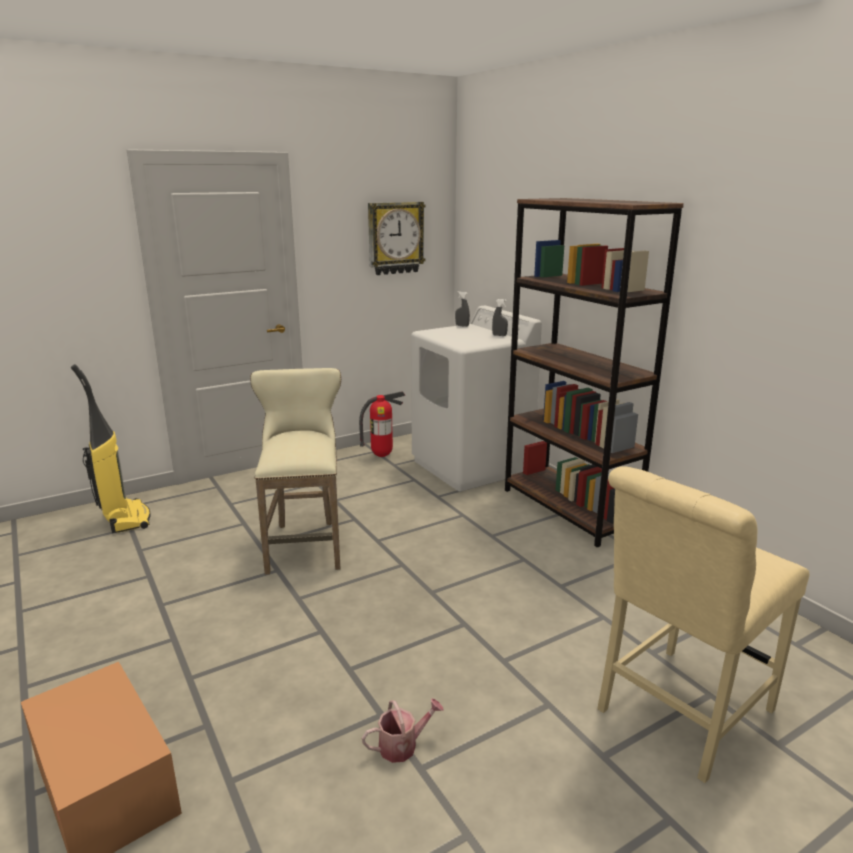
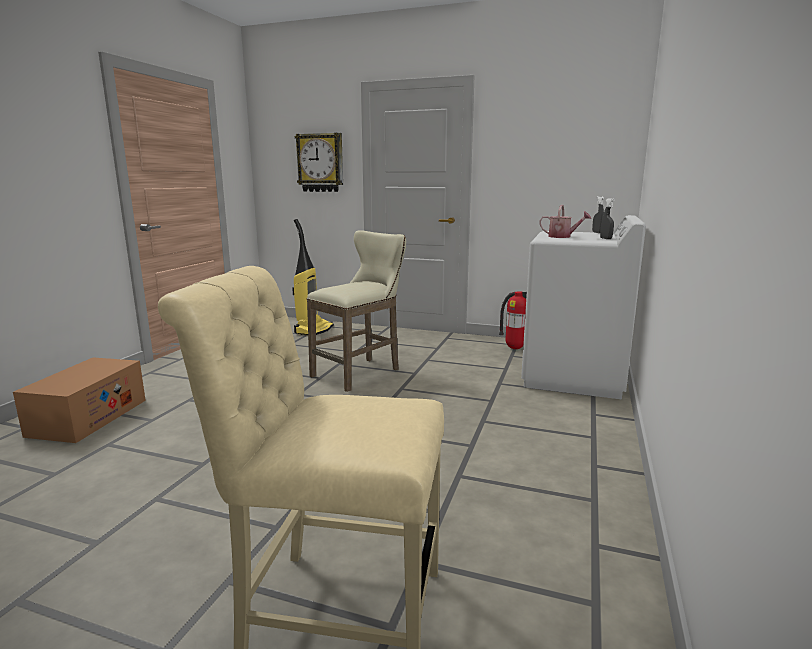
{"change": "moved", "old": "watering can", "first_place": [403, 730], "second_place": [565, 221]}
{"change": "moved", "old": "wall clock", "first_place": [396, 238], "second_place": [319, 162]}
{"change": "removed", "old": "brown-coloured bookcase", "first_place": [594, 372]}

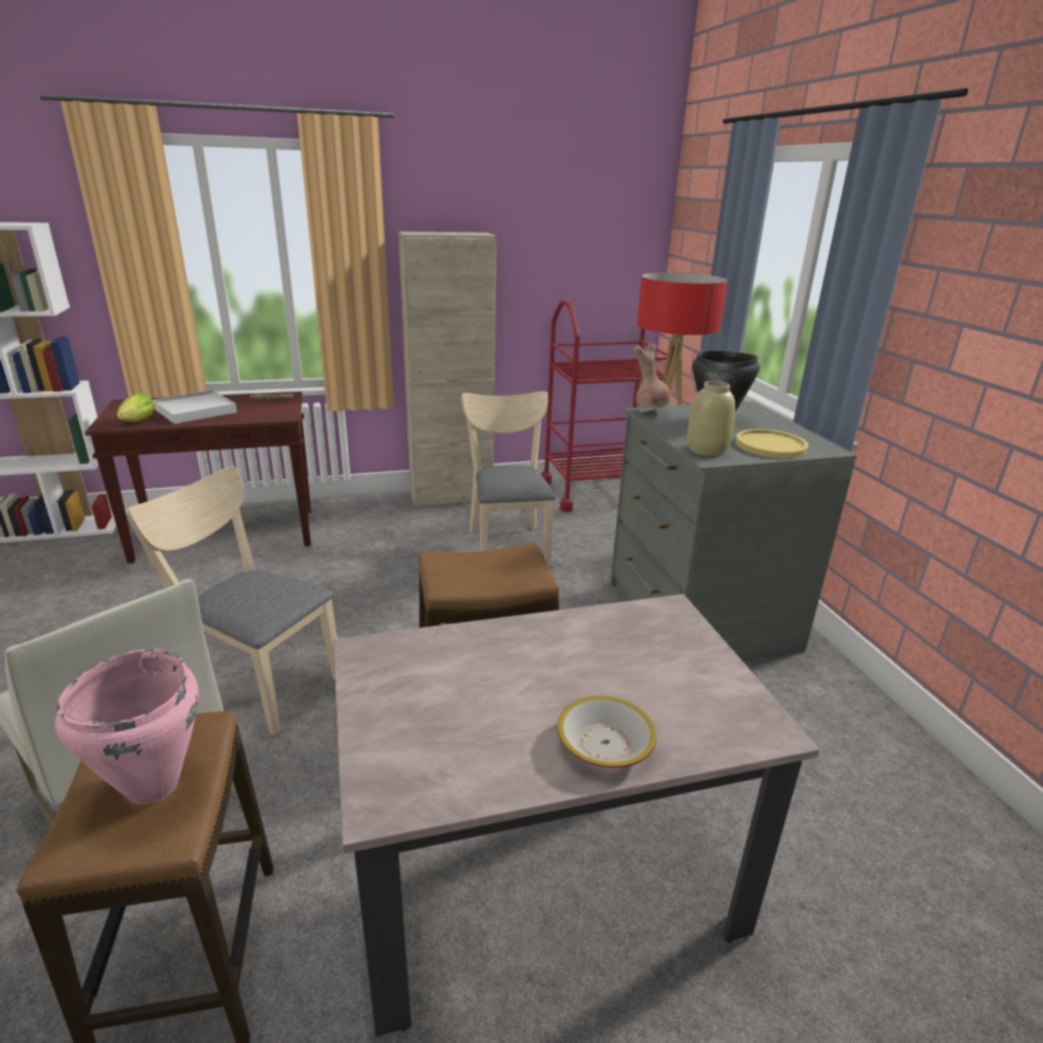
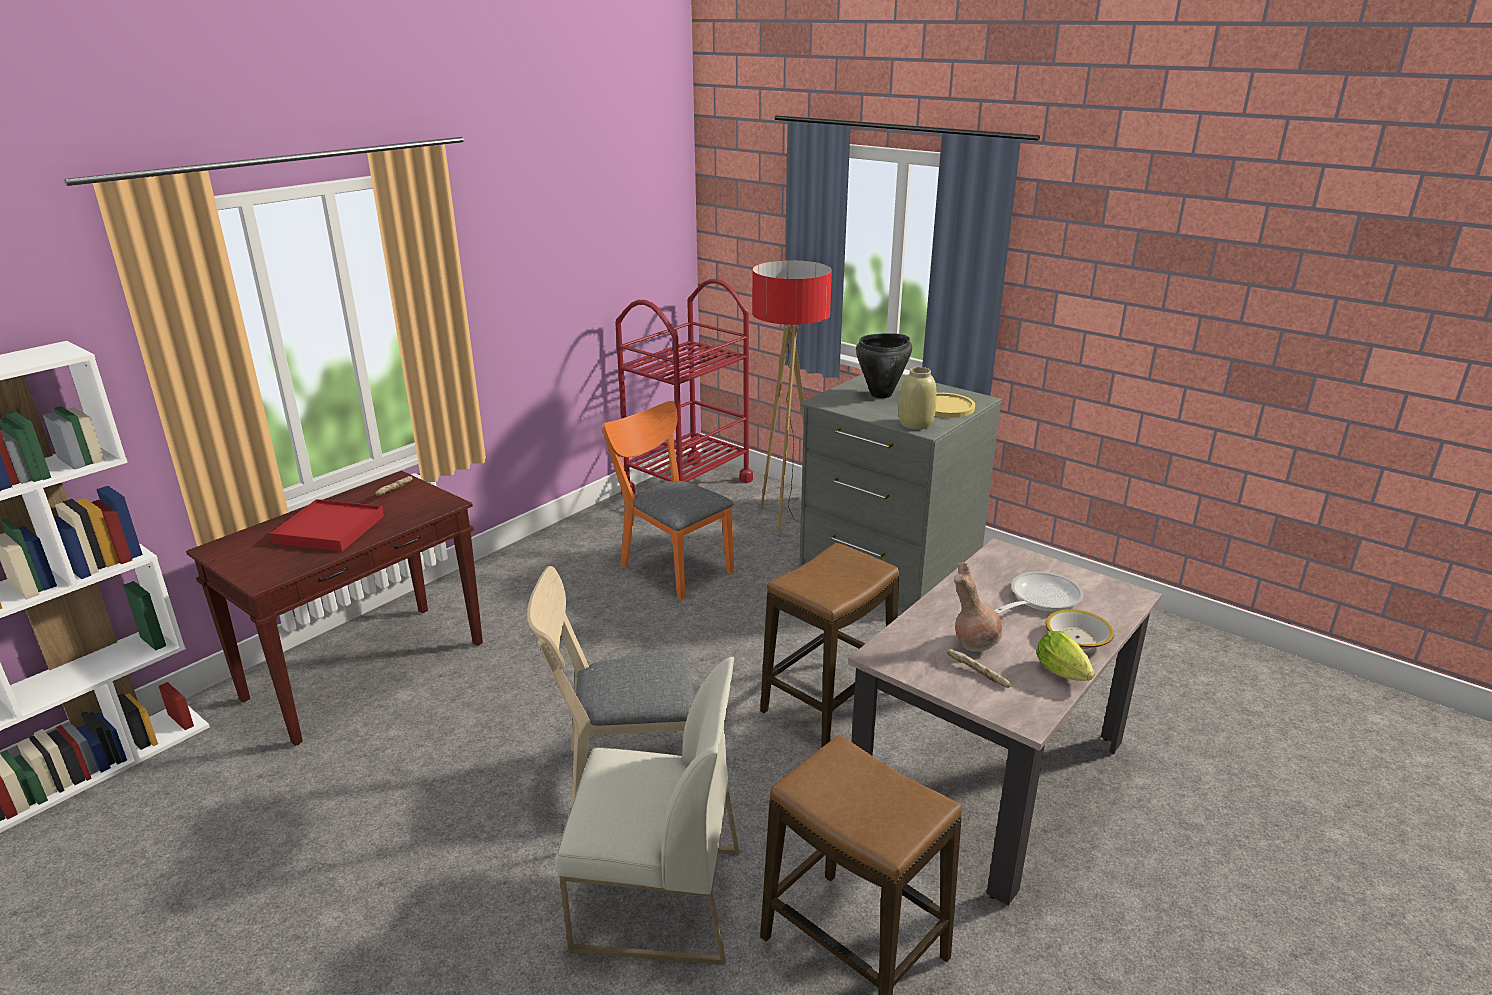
{"change": "removed", "old": "pinkish cooking pot", "first_place": [127, 726]}
{"change": "moved", "old": "head of lettuce", "first_place": [136, 407], "second_place": [1065, 656]}
{"change": "recoloured", "old": "white carrying tray", "new": "red-coloured carrying tray", "first_place": [195, 407], "second_place": [327, 525]}
{"change": "removed", "old": "sand-coloured cabinet", "first_place": [447, 369]}
{"change": "recoloured", "old": "sand-coloured plain chair", "new": "orangey plain chair", "first_place": [508, 479], "second_place": [668, 500]}
{"change": "moved", "old": "brown-coloured flower vase", "first_place": [653, 377], "second_place": [978, 607]}
{"change": "added", "new": "bread", "second_place": [979, 668]}
{"change": "added", "new": "pan", "second_place": [1039, 592]}

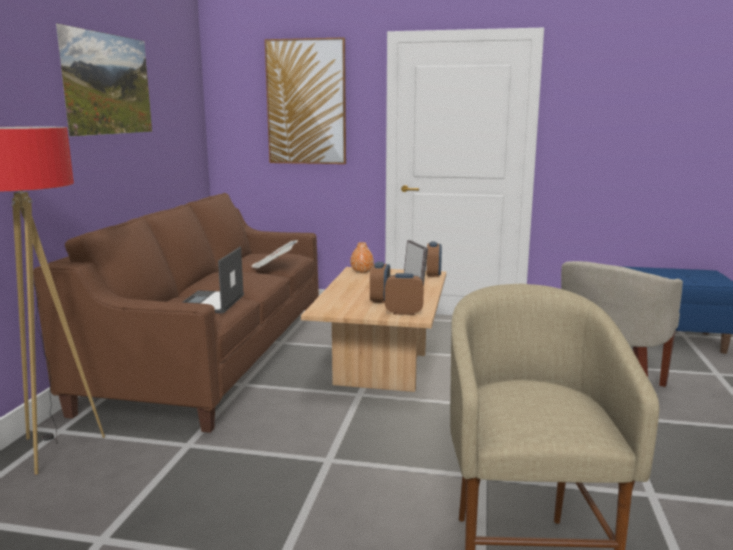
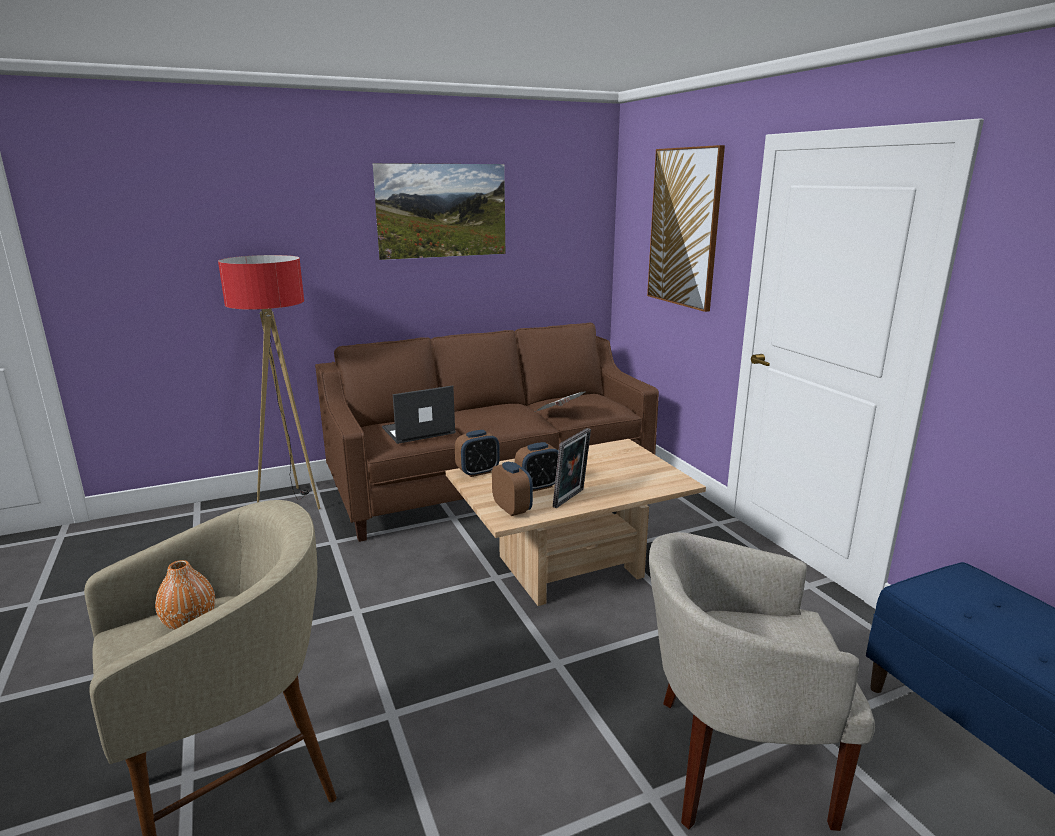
{"change": "moved", "old": "orangey flower vase", "first_place": [362, 257], "second_place": [185, 595]}
{"change": "moved", "old": "alarm clock", "first_place": [434, 259], "second_place": [477, 453]}

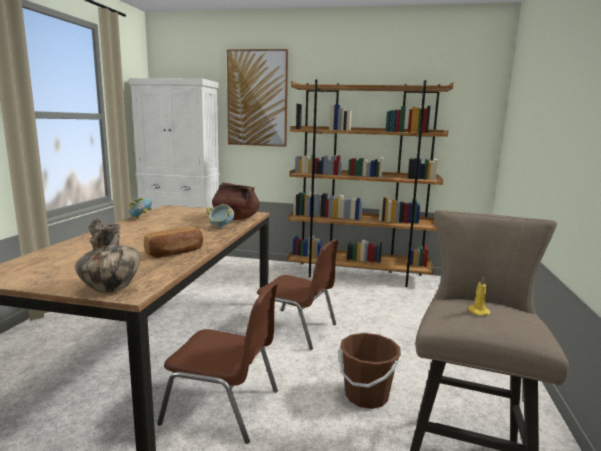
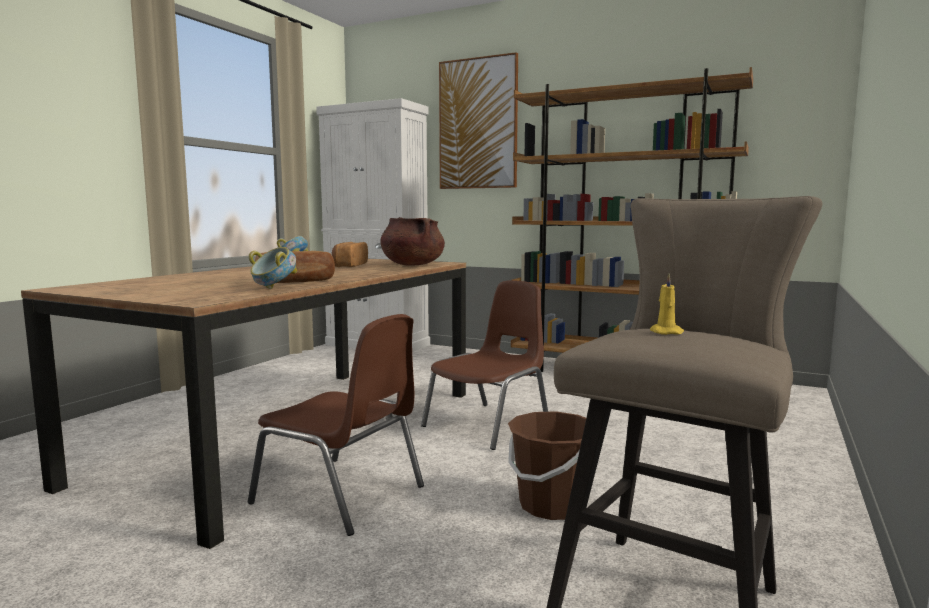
{"change": "removed", "old": "flower vase", "first_place": [107, 256]}
{"change": "moved", "old": "serving bowl", "first_place": [220, 216], "second_place": [272, 268]}
{"change": "turned", "old": "brown-coloured plain chair", "first_place": [298, 294], "second_place": [484, 365], "degrees": -90}
{"change": "added", "new": "bread", "second_place": [350, 254]}

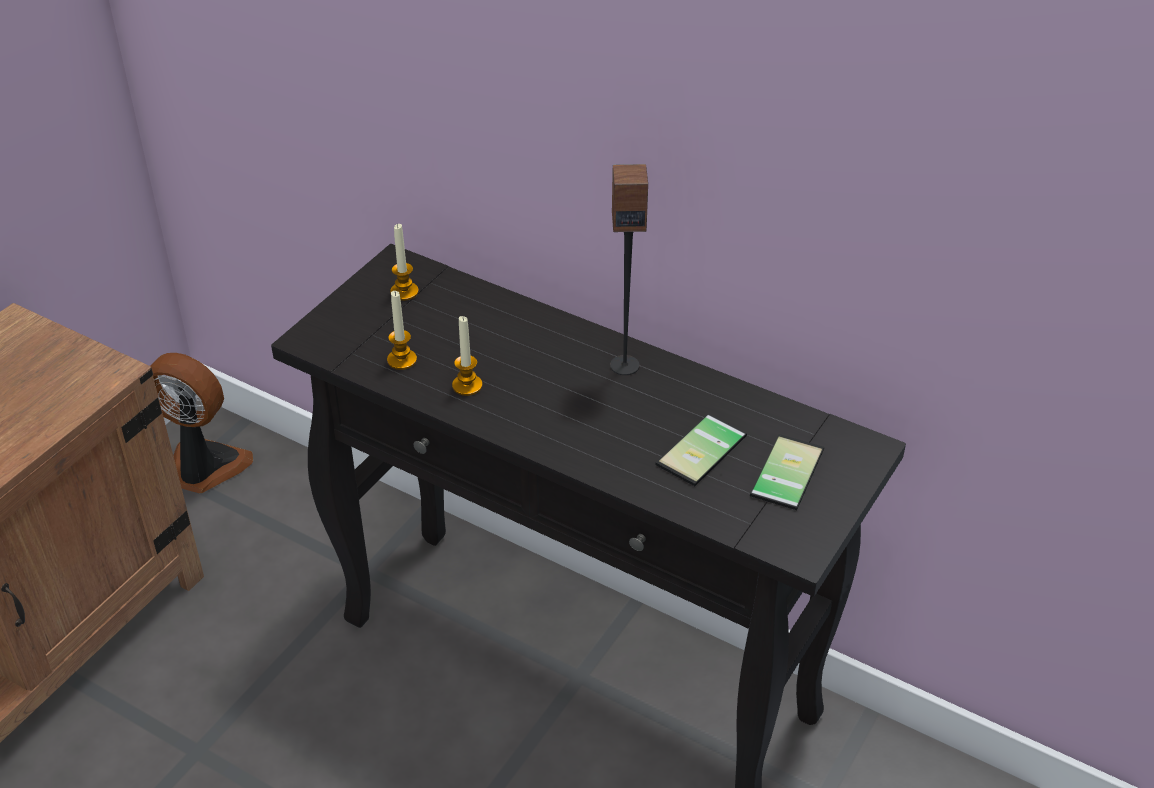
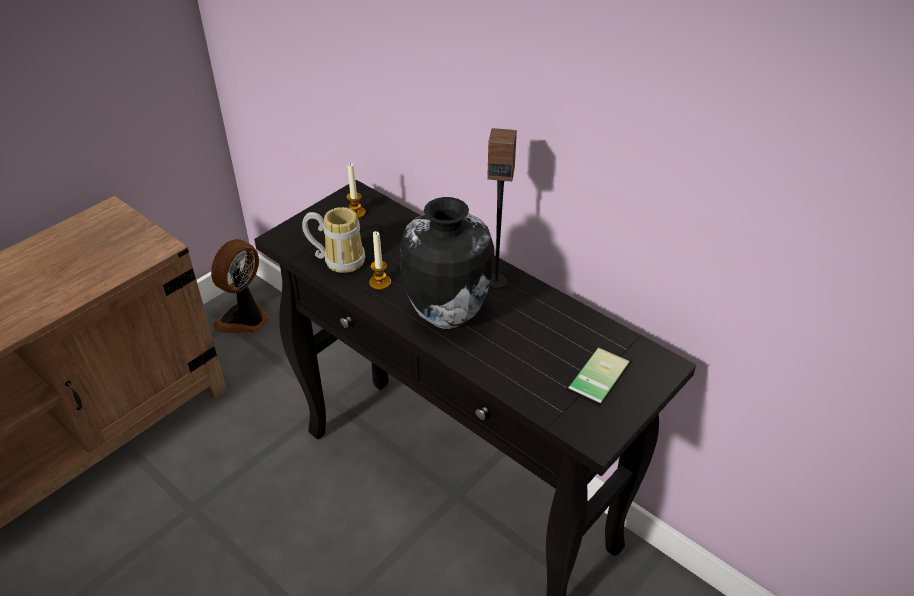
{"change": "turned", "old": "fan", "first_place": [201, 423], "second_place": [240, 286], "degrees": -90}
{"change": "replaced", "old": "wax light", "new": "coffee mug", "first_place": [402, 330], "second_place": [333, 240]}
{"change": "removed", "old": "telephone", "first_place": [701, 450]}
{"change": "added", "new": "flower vase", "second_place": [447, 263]}

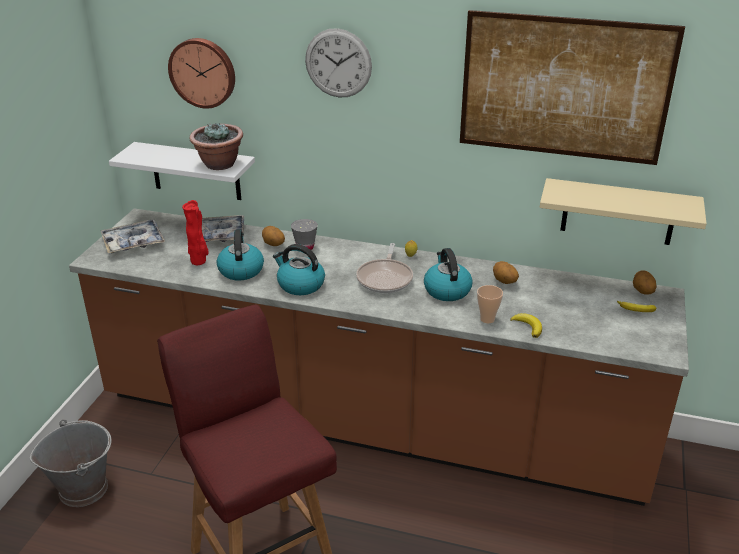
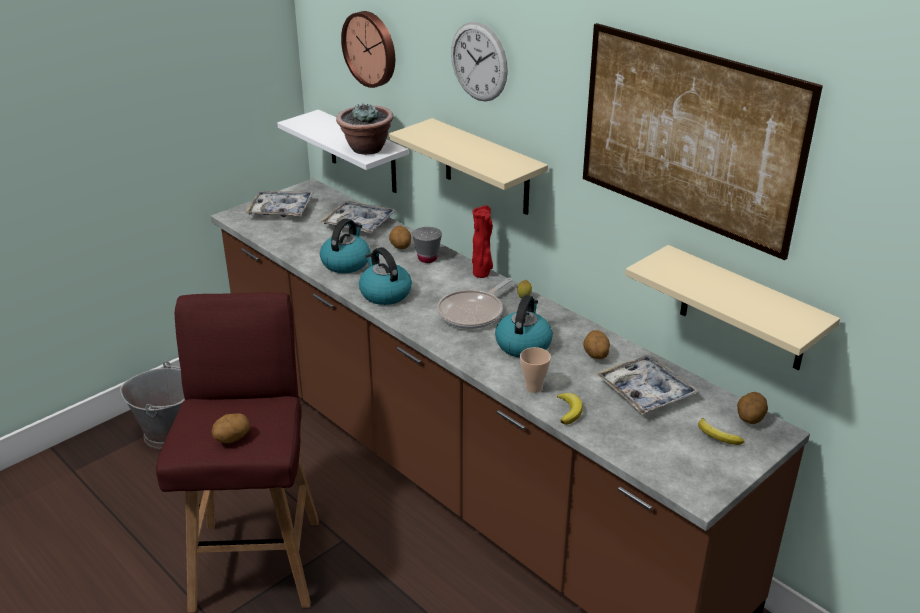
{"change": "moved", "old": "red-coloured flower vase", "first_place": [195, 232], "second_place": [482, 242]}
{"change": "added", "new": "whole potato", "second_place": [231, 428]}
{"change": "added", "new": "sand-coloured wall shelf", "second_place": [468, 166]}
{"change": "added", "new": "carrying tray", "second_place": [647, 385]}

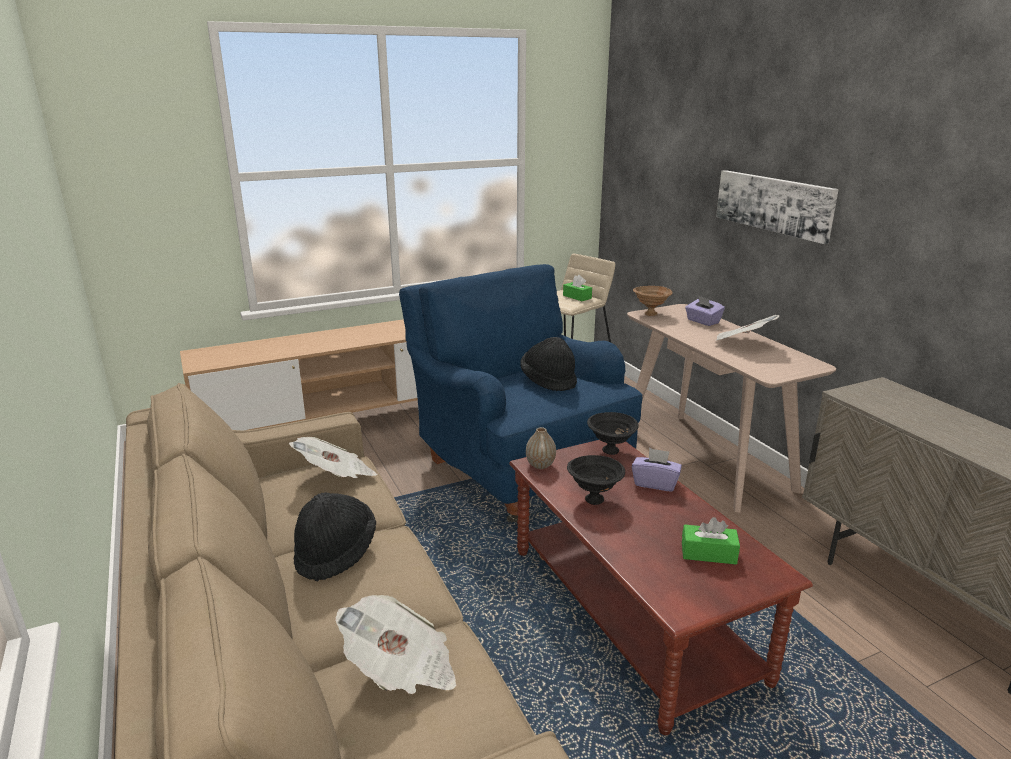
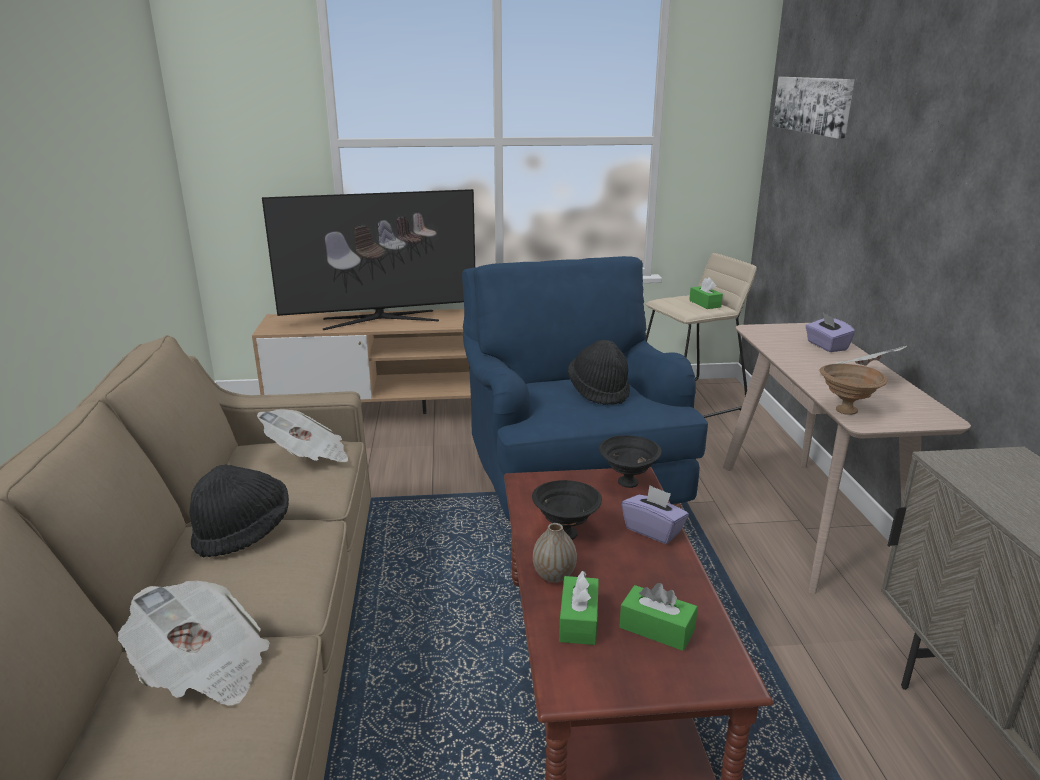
{"change": "moved", "old": "flower vase", "first_place": [541, 448], "second_place": [555, 553]}
{"change": "moved", "old": "brown-coloured serving bowl", "first_place": [653, 301], "second_place": [854, 389]}
{"change": "moved", "old": "wall picture", "first_place": [777, 207], "second_place": [813, 108]}
{"change": "added", "new": "TV", "second_place": [368, 259]}
{"change": "added", "new": "greenish tissue holder", "second_place": [579, 608]}

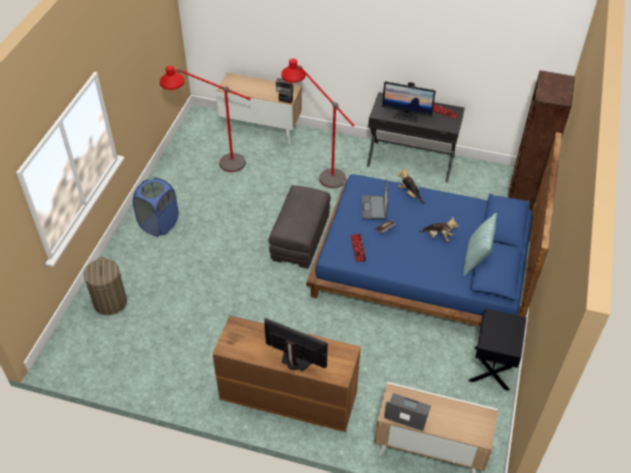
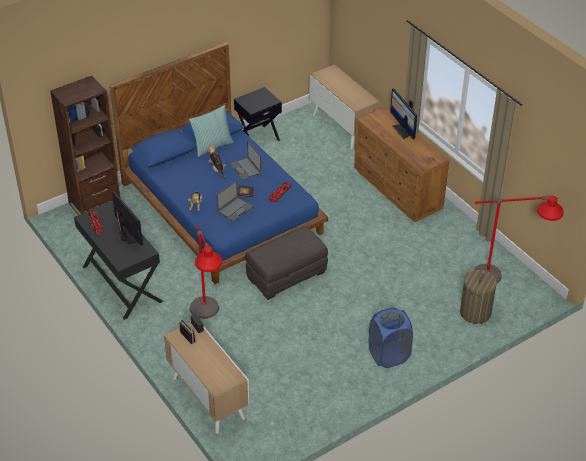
{"change": "moved", "old": "red-coloured standard lamp", "first_place": [205, 118], "second_place": [519, 239]}
{"change": "moved", "old": "laptop", "first_place": [407, 412], "second_place": [245, 160]}

